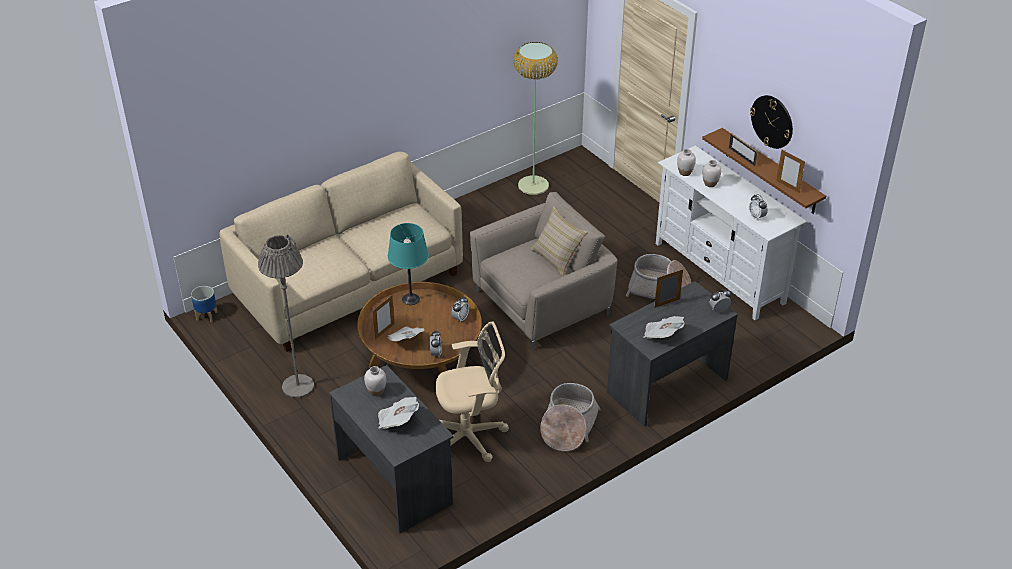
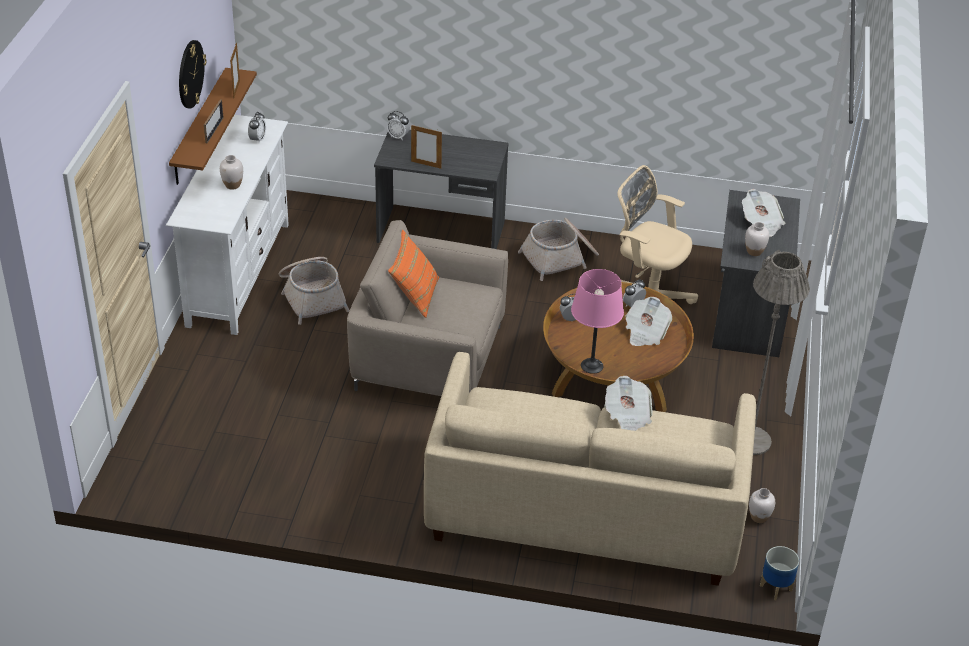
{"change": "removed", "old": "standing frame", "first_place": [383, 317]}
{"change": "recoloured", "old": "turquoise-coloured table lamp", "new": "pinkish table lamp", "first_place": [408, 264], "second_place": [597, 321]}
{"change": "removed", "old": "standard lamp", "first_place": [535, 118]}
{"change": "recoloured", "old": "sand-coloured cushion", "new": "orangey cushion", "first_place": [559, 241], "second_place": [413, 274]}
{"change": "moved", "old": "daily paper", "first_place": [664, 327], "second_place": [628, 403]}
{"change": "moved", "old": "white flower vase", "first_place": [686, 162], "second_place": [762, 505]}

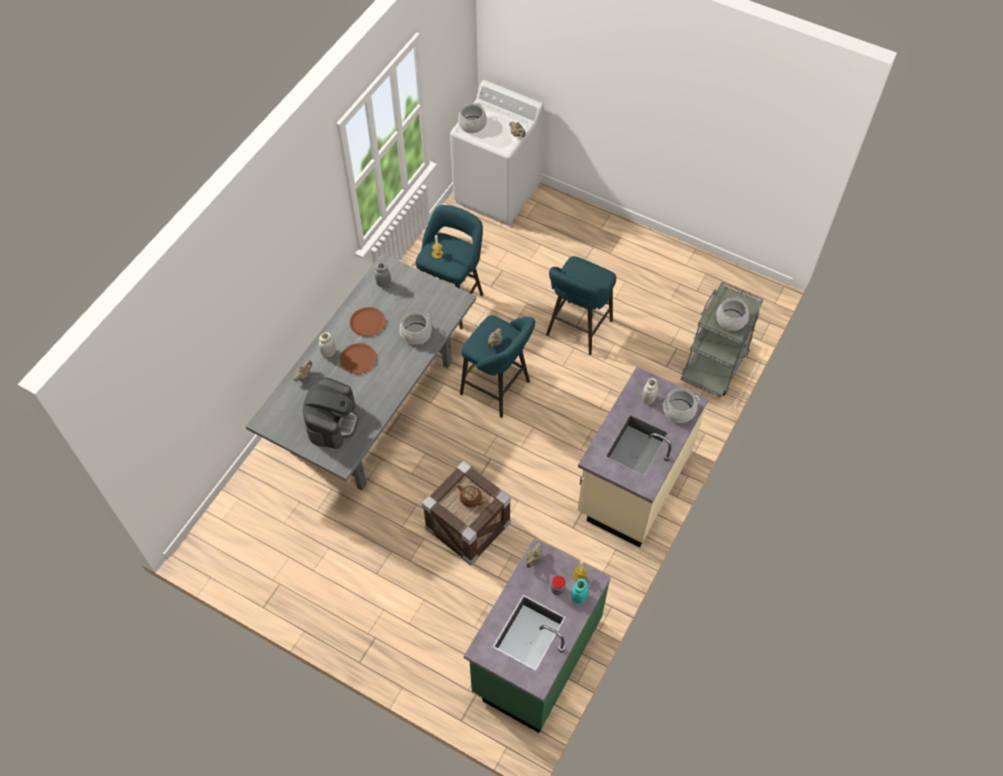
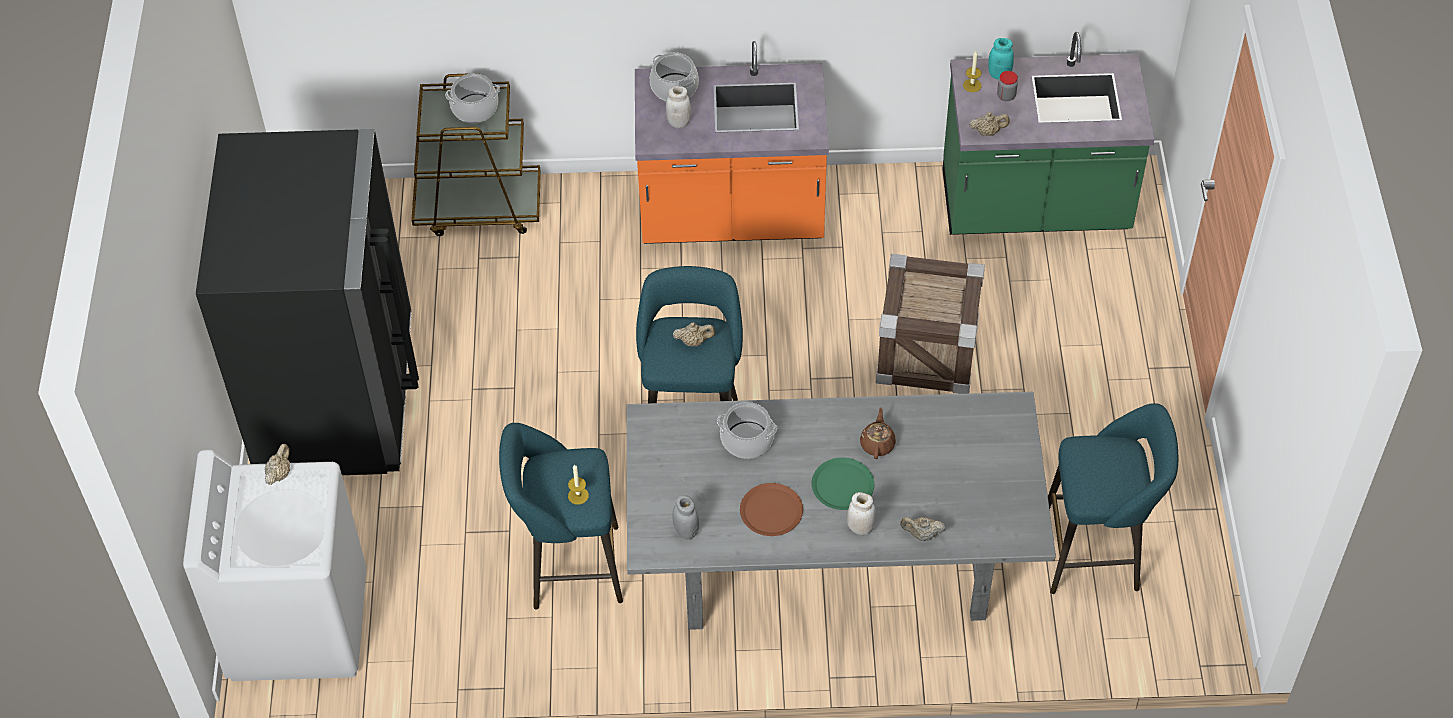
{"change": "removed", "old": "coffee maker", "first_place": [330, 413]}
{"change": "recoloured", "old": "brown-coloured flat dish", "new": "greenish flat dish", "first_place": [358, 358], "second_place": [843, 484]}
{"change": "moved", "old": "brown-coloured tea pot", "first_place": [471, 496], "second_place": [878, 433]}
{"change": "removed", "old": "cooking pot", "first_place": [472, 118]}
{"change": "moved", "old": "turquoise-coloured stool", "first_place": [581, 305], "second_place": [1113, 498]}
{"change": "recoloured", "old": "sand-coloured counter", "new": "orangey counter", "first_place": [643, 457], "second_place": [732, 142]}
{"change": "recoloured", "old": "grey trolley", "new": "brown-coloured trolley", "first_place": [722, 340], "second_place": [476, 154]}
{"change": "added", "new": "black refrigerator", "second_place": [307, 302]}

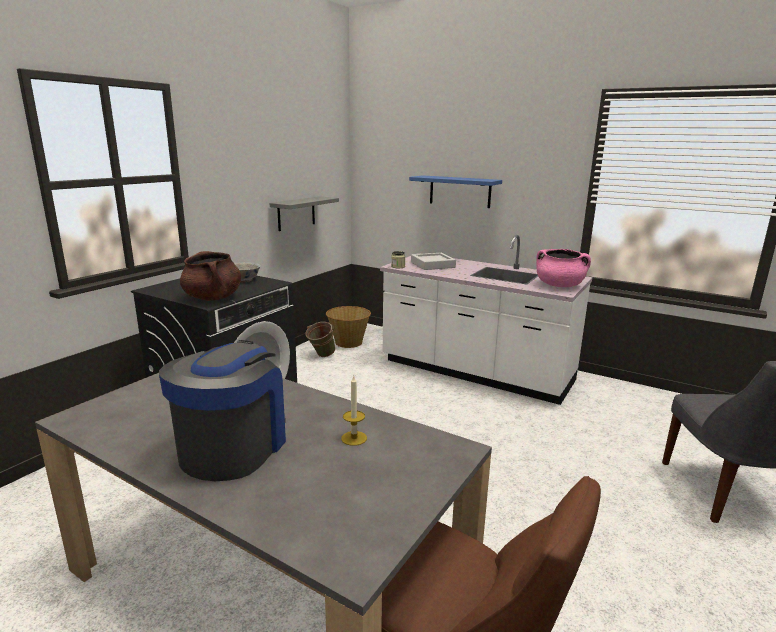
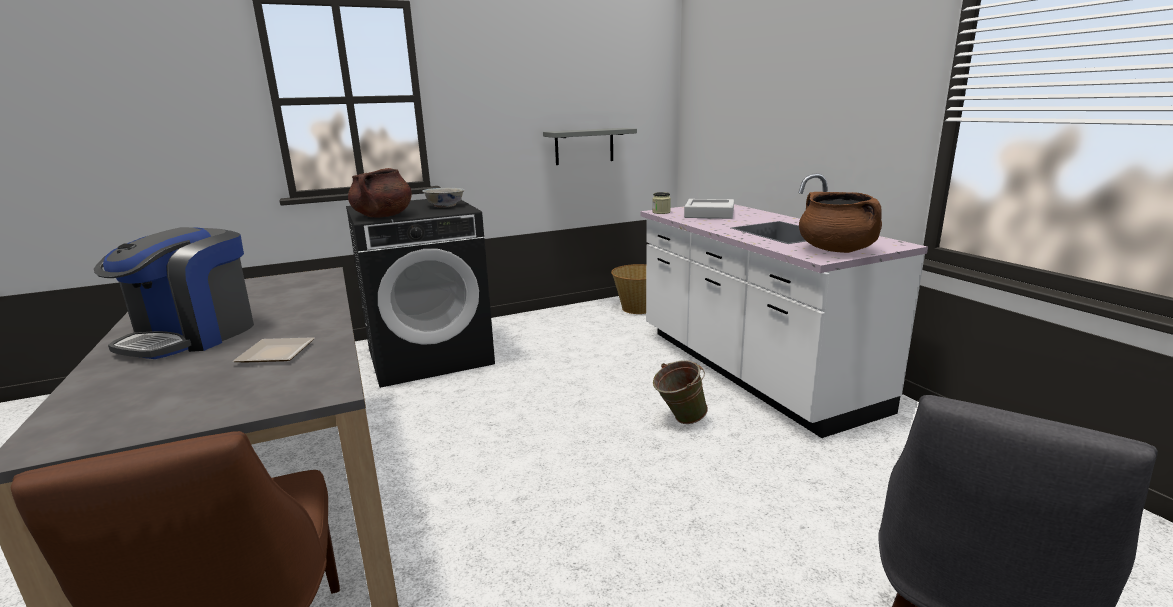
{"change": "turned", "old": "coffee maker", "first_place": [222, 410], "second_place": [174, 293], "degrees": 150}
{"change": "moved", "old": "greenish water bucket", "first_place": [320, 339], "second_place": [680, 392]}
{"change": "replaced", "old": "wax light", "new": "flat dish", "first_place": [354, 411], "second_place": [274, 349]}
{"change": "removed", "old": "blue-coloured wall shelf", "first_place": [455, 191]}
{"change": "recoloured", "old": "pinkish cooking pot", "new": "brown-coloured cooking pot", "first_place": [563, 268], "second_place": [840, 222]}

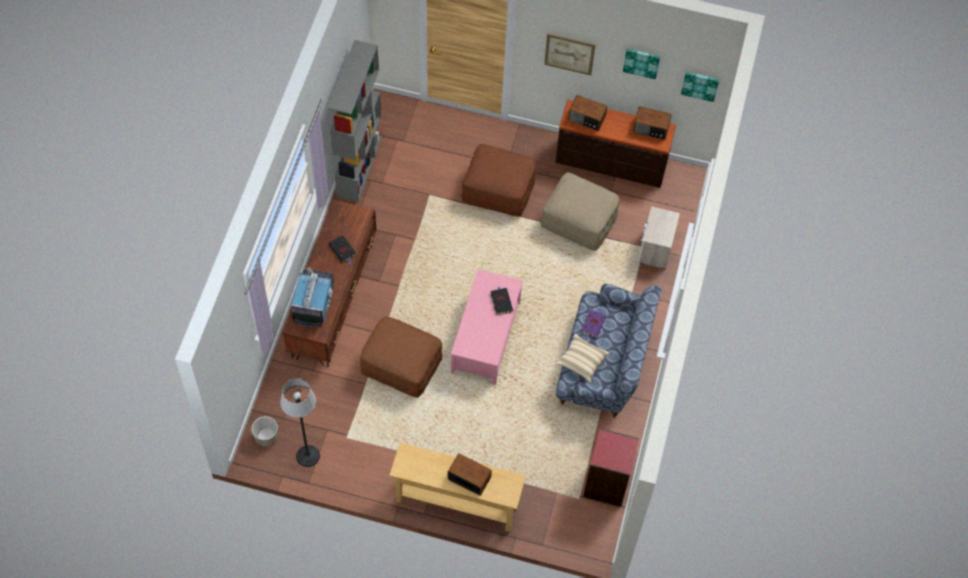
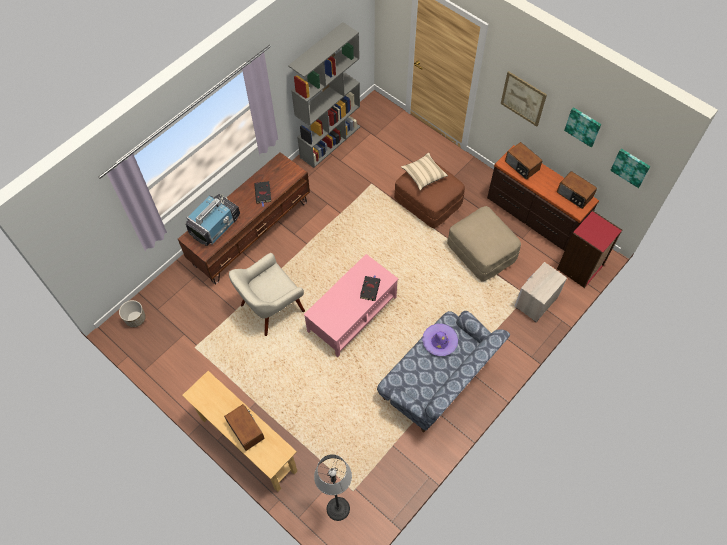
{"change": "moved", "old": "standard lamp", "first_place": [300, 422], "second_place": [333, 487]}
{"change": "replaced", "old": "brown-coloured pouffe", "new": "sand-coloured easy chair", "first_place": [401, 357], "second_place": [267, 294]}
{"change": "moved", "old": "sand-coloured cushion", "first_place": [582, 358], "second_place": [424, 171]}
{"change": "replaced", "old": "purple-coloured volume", "new": "purple-coloured wearable hat", "first_place": [593, 324], "second_place": [440, 340]}
{"change": "moved", "old": "red-coloured bookcase", "first_place": [611, 467], "second_place": [589, 249]}

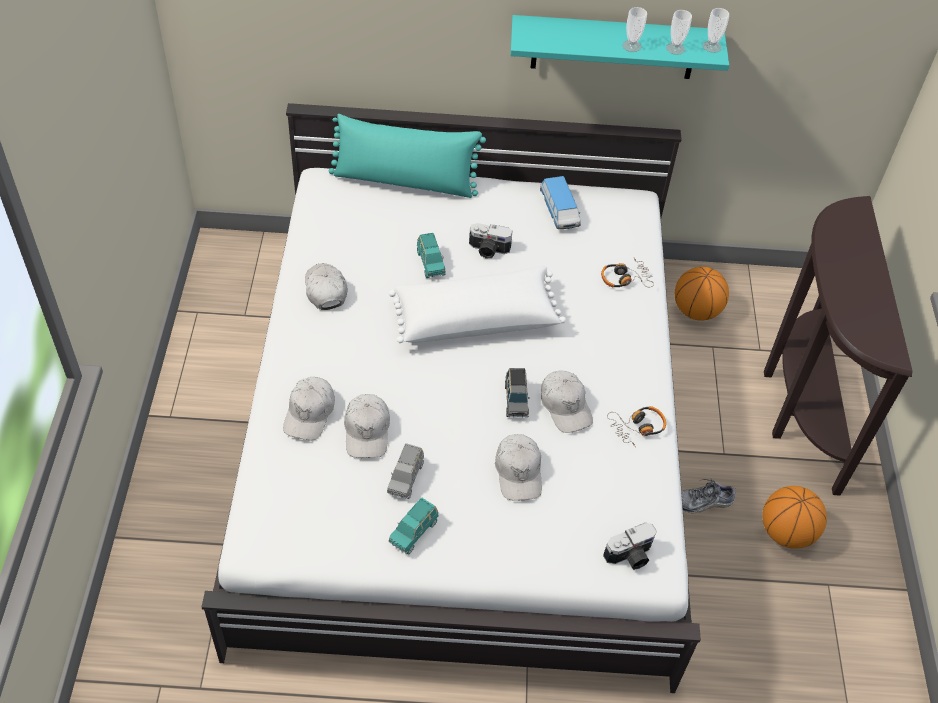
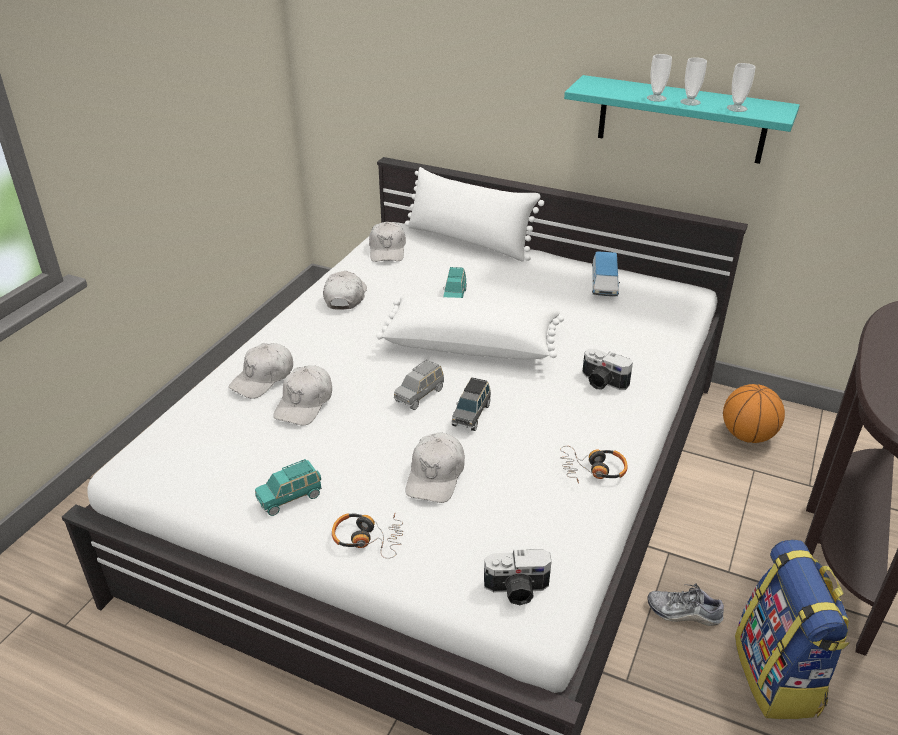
{"change": "recoloured", "old": "turquoise-coloured cushion", "new": "white cushion", "first_place": [407, 156], "second_place": [474, 214]}
{"change": "moved", "old": "grey toy car", "first_place": [405, 471], "second_place": [419, 384]}
{"change": "moved", "old": "photo camera", "first_place": [491, 241], "second_place": [607, 369]}
{"change": "moved", "old": "white cap", "first_place": [567, 401], "second_place": [387, 242]}
{"change": "moved", "old": "pair of headphones", "first_place": [627, 272], "second_place": [367, 536]}
{"change": "moved", "old": "cup", "first_place": [716, 30], "second_place": [659, 78]}
{"change": "replaced", "old": "basketball", "new": "rucksack", "first_place": [795, 517], "second_place": [792, 629]}

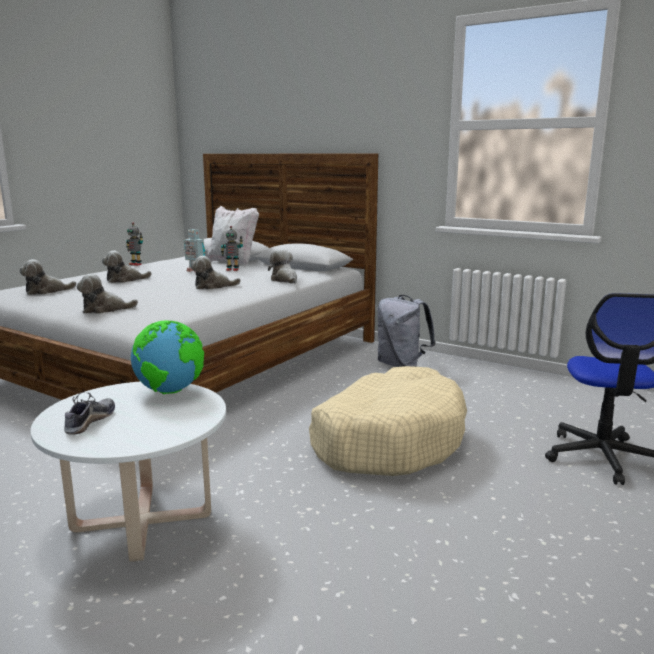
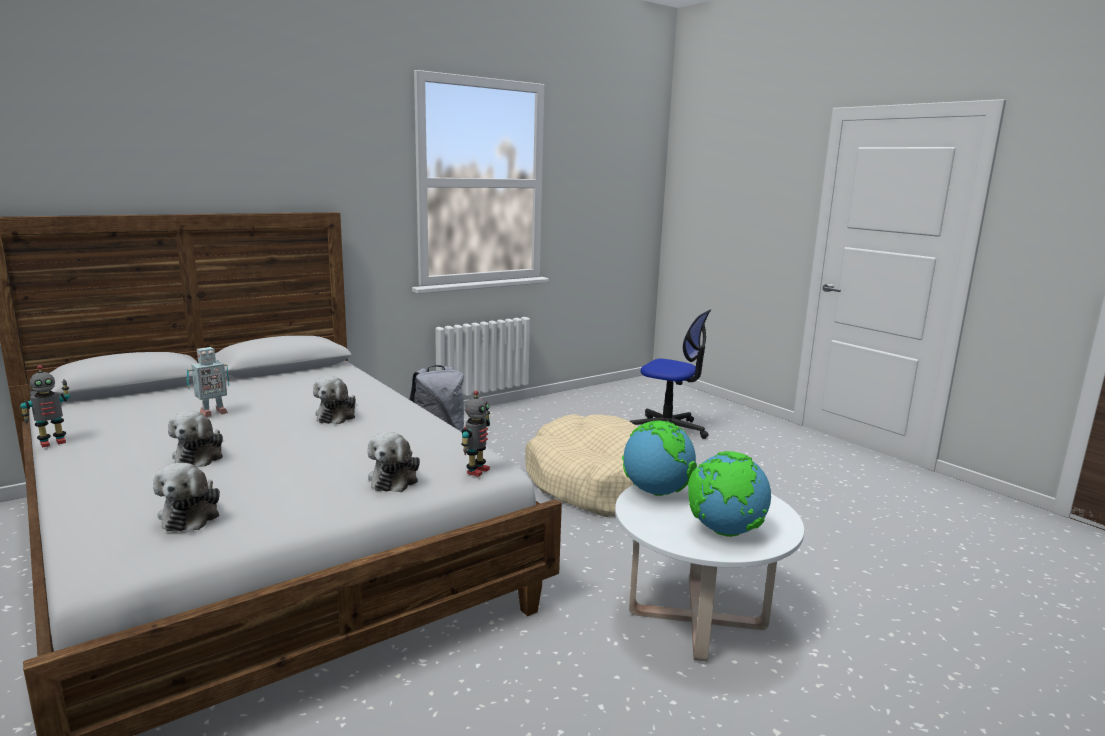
{"change": "replaced", "old": "shoe", "new": "world globe", "first_place": [89, 413], "second_place": [729, 494]}
{"change": "removed", "old": "white cushion", "first_place": [233, 235]}
{"change": "moved", "old": "model robot", "first_place": [232, 248], "second_place": [475, 434]}
{"change": "removed", "old": "plush toy", "first_place": [282, 266]}

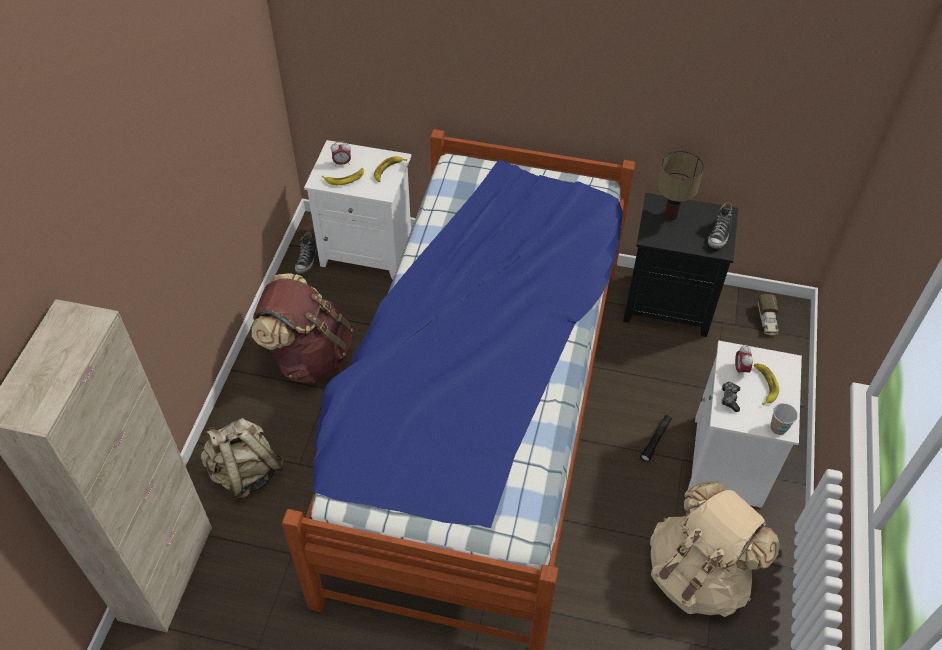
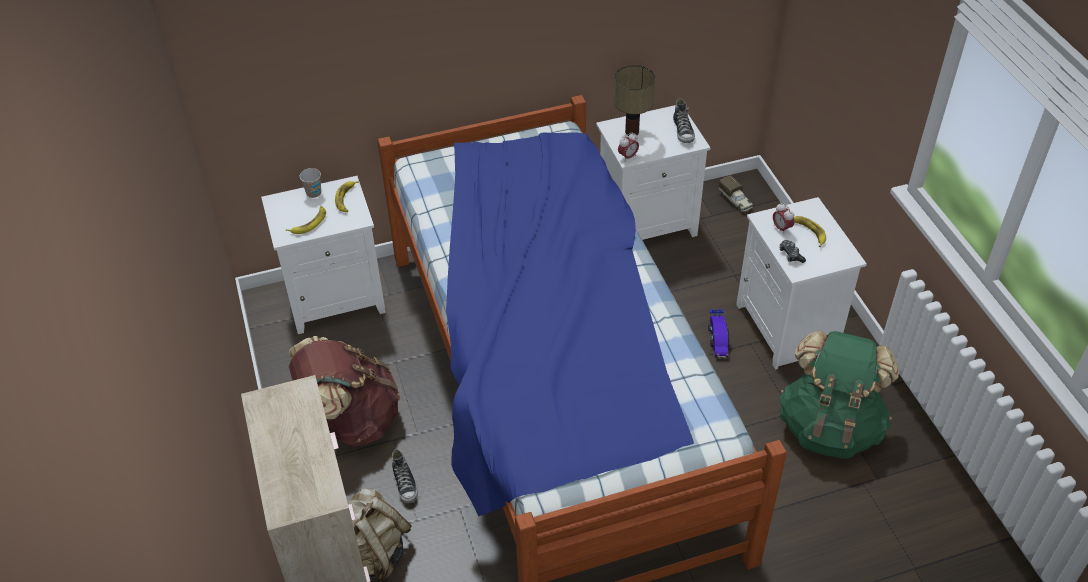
{"change": "moved", "old": "shoe", "first_place": [306, 252], "second_place": [405, 476]}
{"change": "moved", "old": "alarm clock", "first_place": [340, 154], "second_place": [628, 147]}
{"change": "recoloured", "old": "black bedside table", "new": "white bedside table", "first_place": [680, 265], "second_place": [653, 172]}
{"change": "replaced", "old": "black flashlight", "new": "toy car", "first_place": [656, 438], "second_place": [718, 334]}
{"change": "recoloured", "old": "sand-coloured rucksack", "new": "greenish rucksack", "first_place": [715, 549], "second_place": [839, 395]}
{"change": "moved", "old": "cup", "first_place": [784, 419], "second_place": [310, 183]}

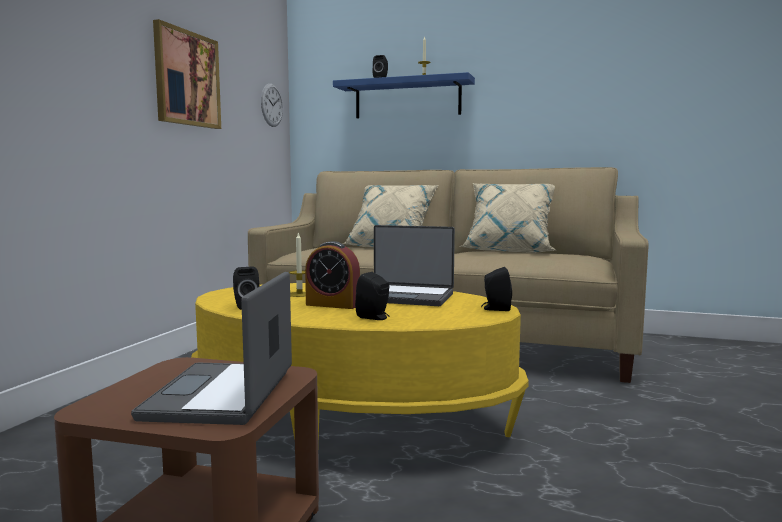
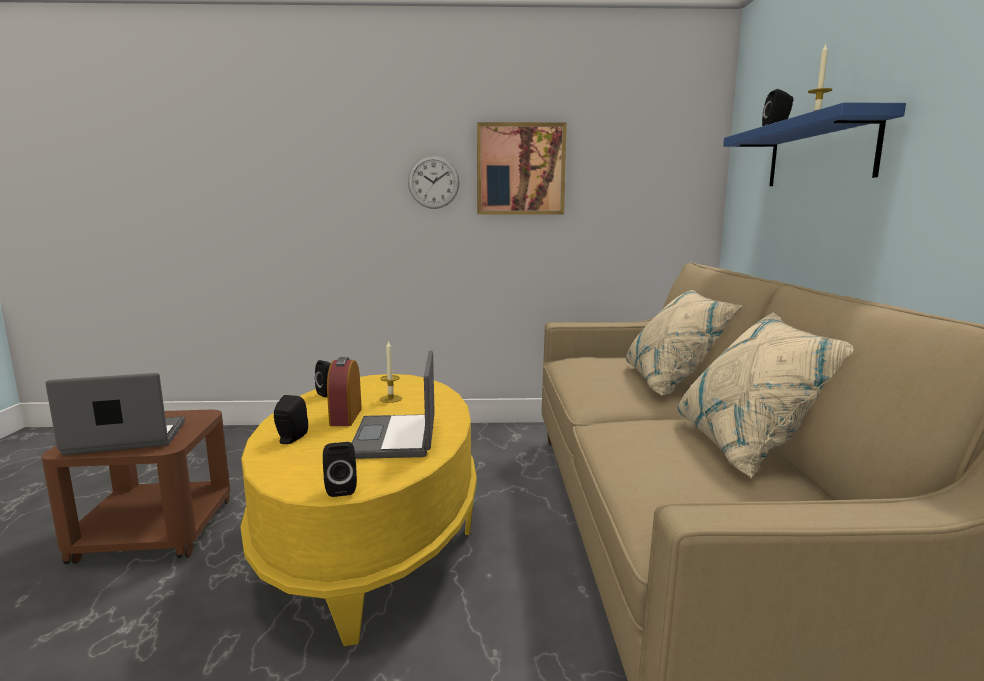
{"change": "moved", "old": "wall clock", "first_place": [272, 105], "second_place": [434, 182]}

